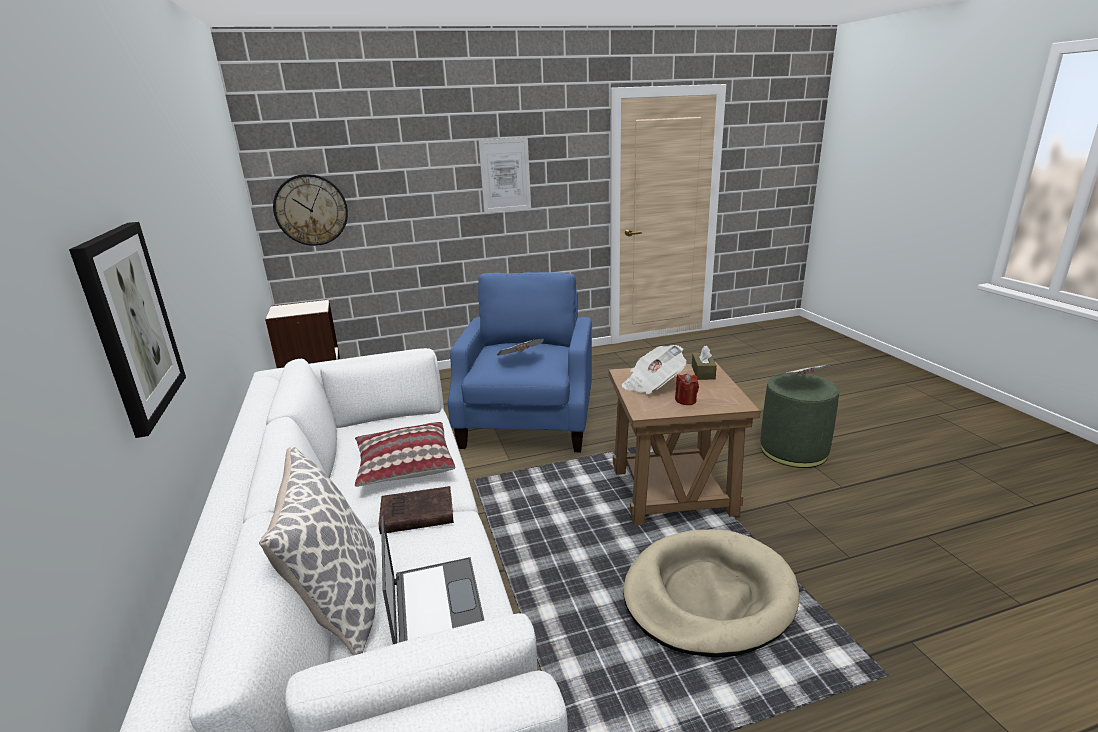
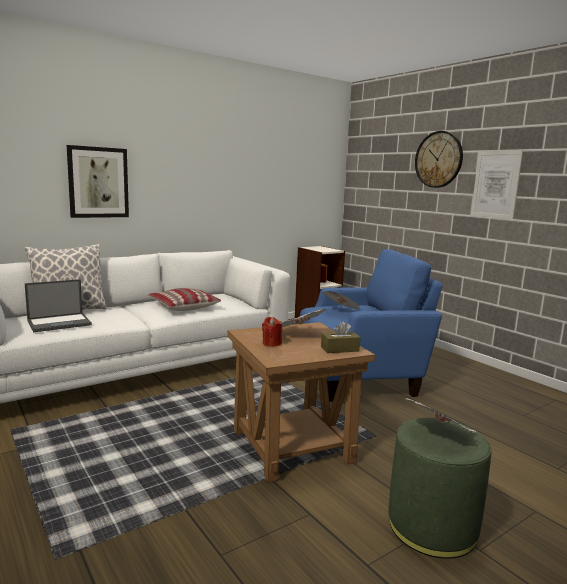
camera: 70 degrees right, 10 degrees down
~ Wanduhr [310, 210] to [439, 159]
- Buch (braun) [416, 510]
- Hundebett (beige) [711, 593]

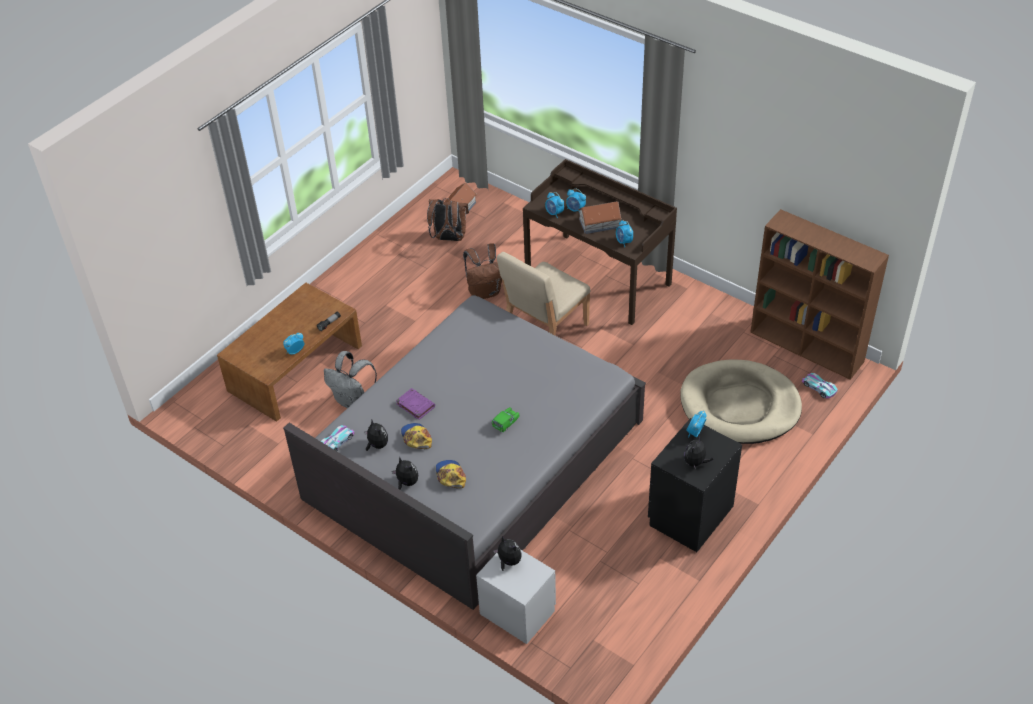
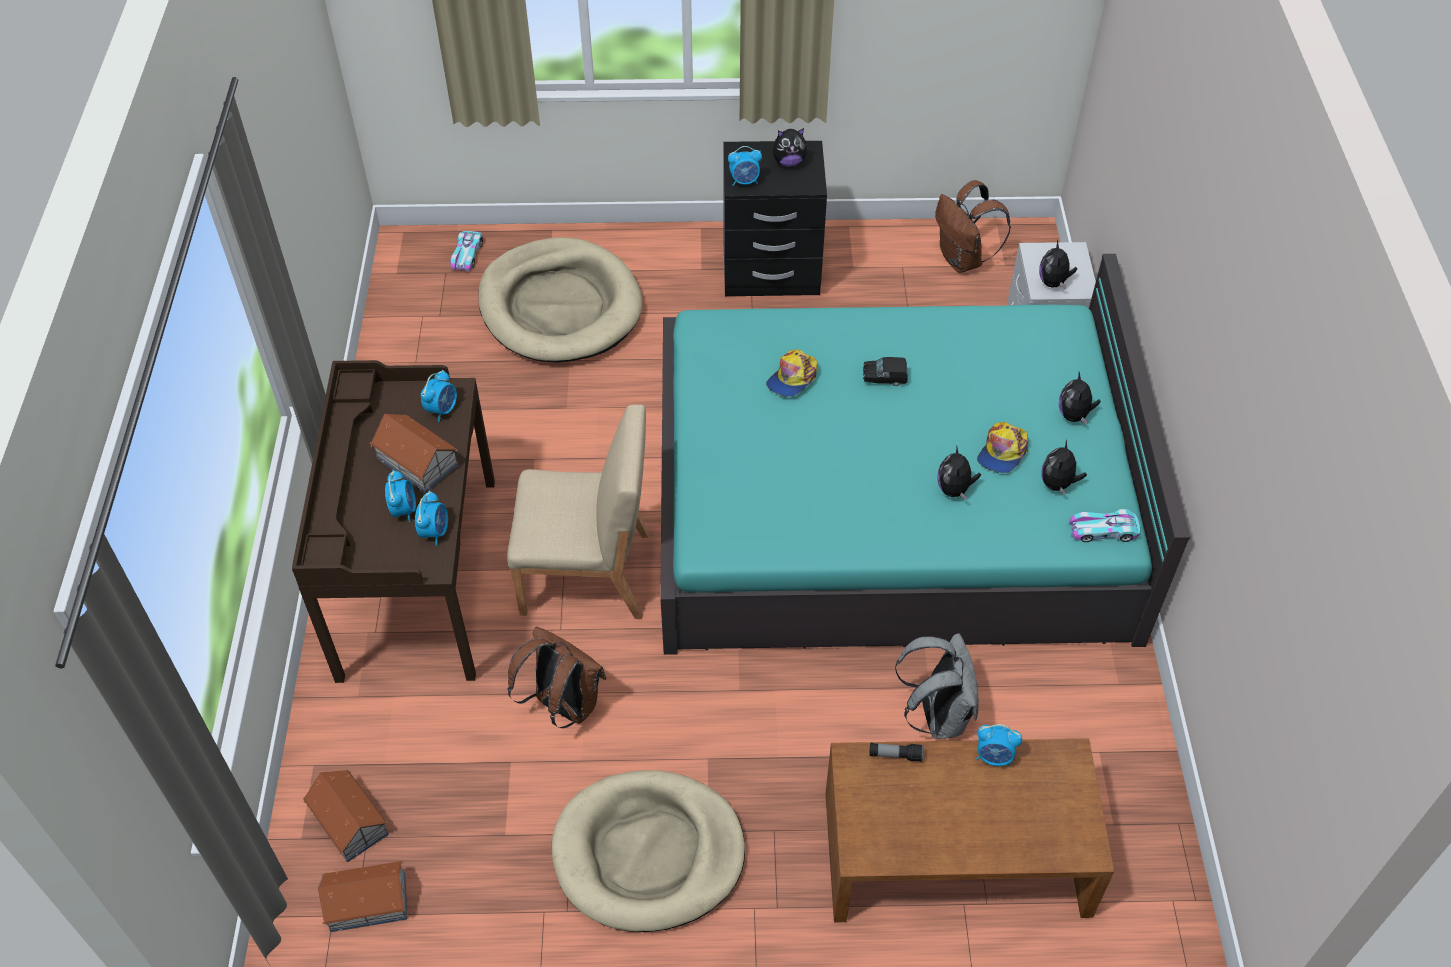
camera: 130 degrees left, 5 degrees up
~ Rucksack (braun) [448, 219] to [973, 226]
- Bücherregal (braun) [819, 294]
~ Bett (grau) [464, 452] to Bett (türkis) [925, 454]
~ Buch (lila) [415, 404] to Plüschtier [959, 472]
~ Spielzeugauto (grün) [506, 419] to Spielzeugauto (schwarz) [885, 371]
~ Kappe [451, 474] to [792, 373]
+ Spielzeughaus [346, 816]
+ Hundebett (beige) [648, 851]

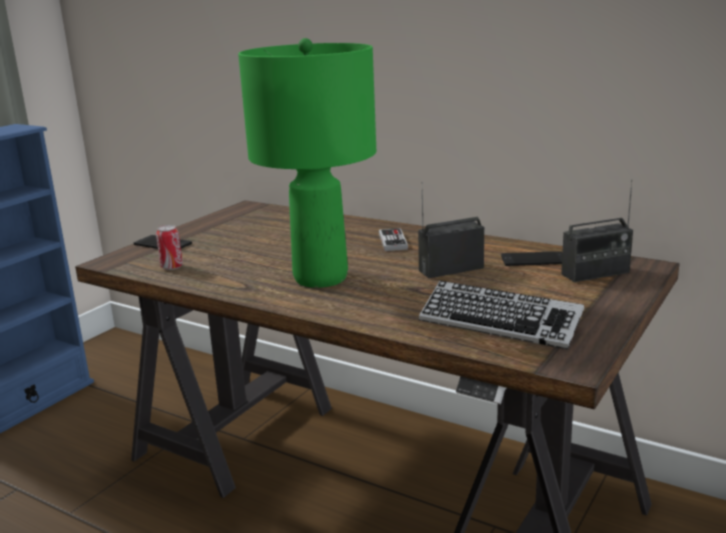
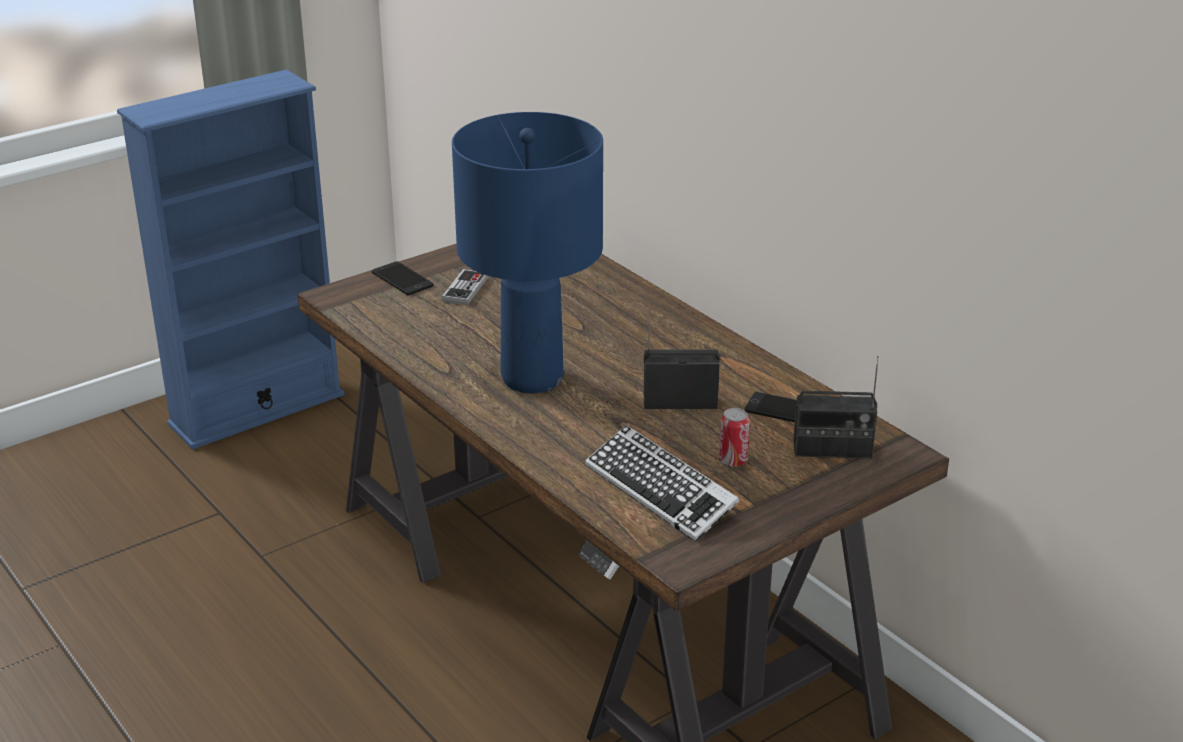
camera: 20 degrees right, 10 degrees up
~ Tischlampe (grün) [307, 163] to Tischlampe (blau) [527, 252]
~ Dose [169, 247] to [734, 437]
~ Gamepad [393, 239] to [465, 287]

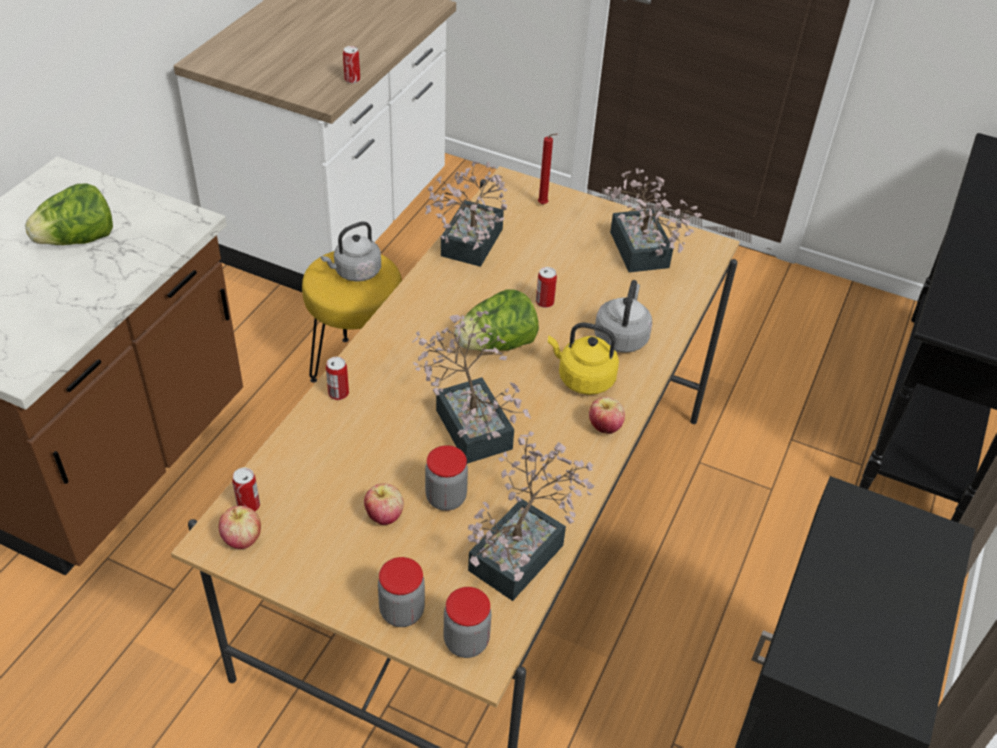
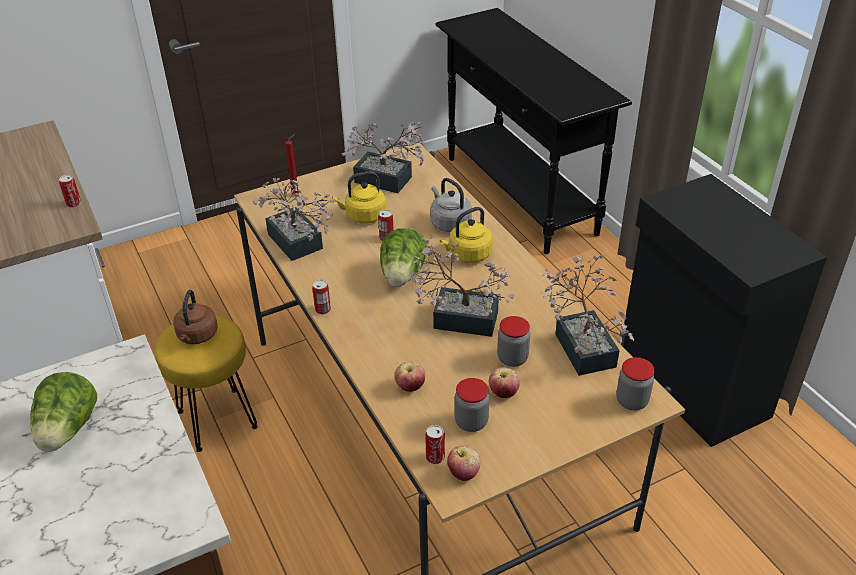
camera: 50 degrees left, 5 degrees down
~ Wasserkessel (grau) [351, 251] to Wasserkessel (braun) [195, 317]
~ Dose [337, 378] to [321, 297]
~ Apfel [607, 415] to [410, 377]
~ Vorratsglas [401, 592] to [472, 405]
+ Wasserkessel (gelb) [359, 197]

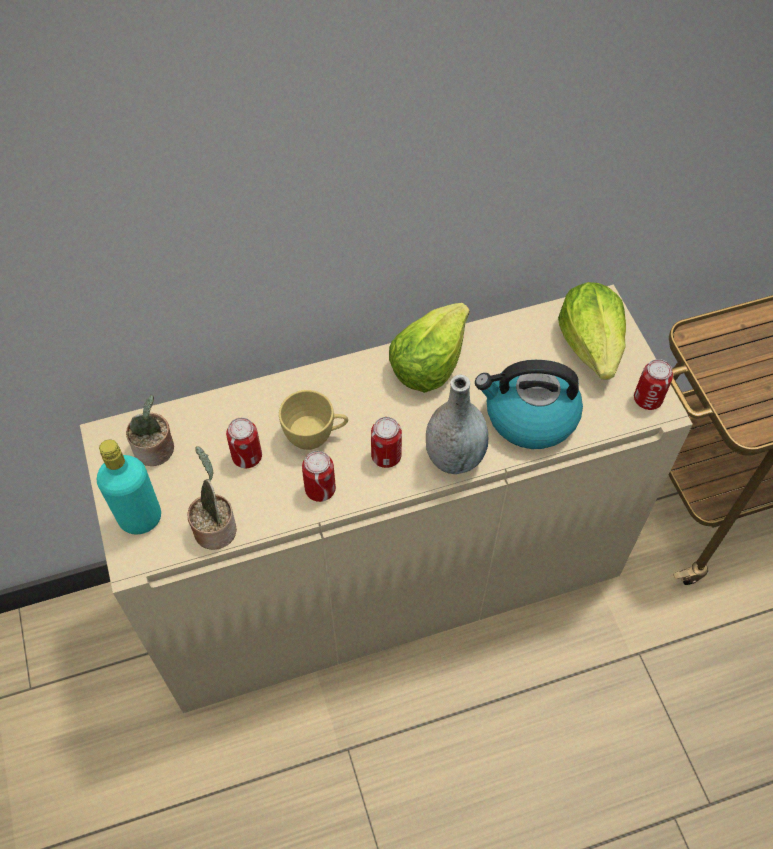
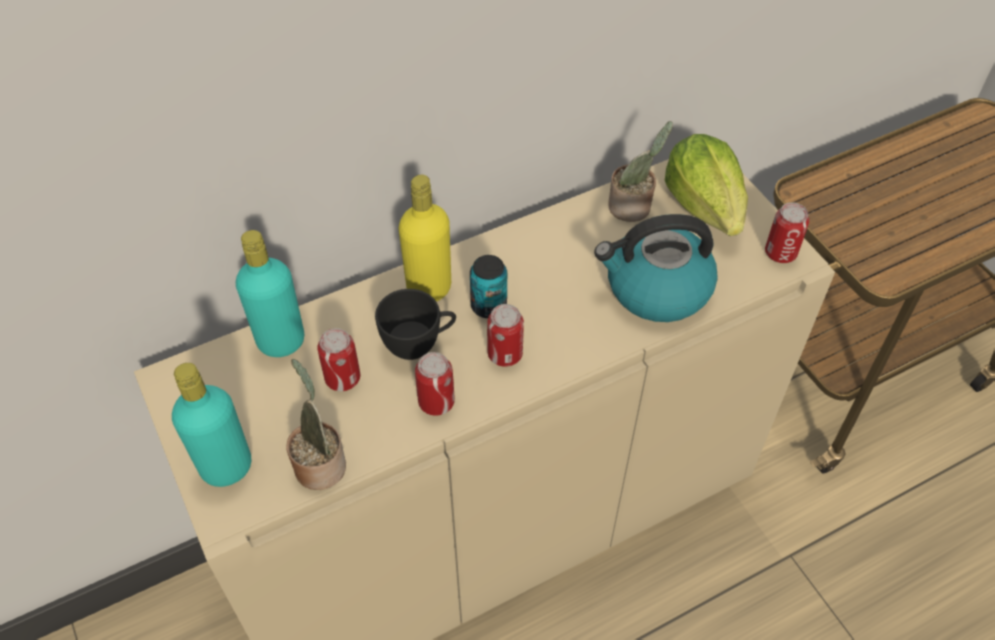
camera: 10 degrees left, 5 degrees down
- Salatkopf [429, 348]
- Vase (grau) [457, 424]
~ Tasse (gelb) [313, 420] to Tasse (schwarz) [415, 324]
~ Topfpflanze [150, 430] to [640, 171]
+ Flasche (gelb) [425, 238]
+ Flasche (türkis) [270, 293]
+ Dose [488, 286]

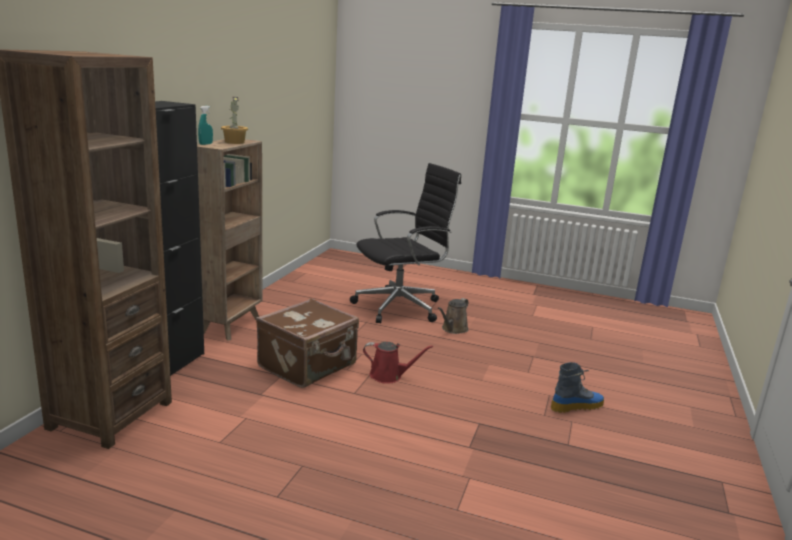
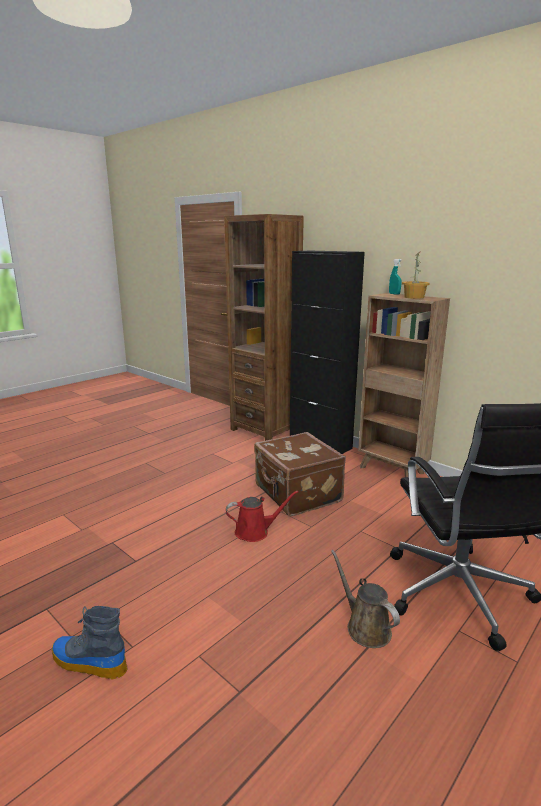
camera: 115 degrees right, 0 degrees up
~ Gießkanne (rot) [398, 363] = [262, 516] 135 degrees counterclockwise
~ Stiefel [577, 387] = [89, 642] 105 degrees clockwise

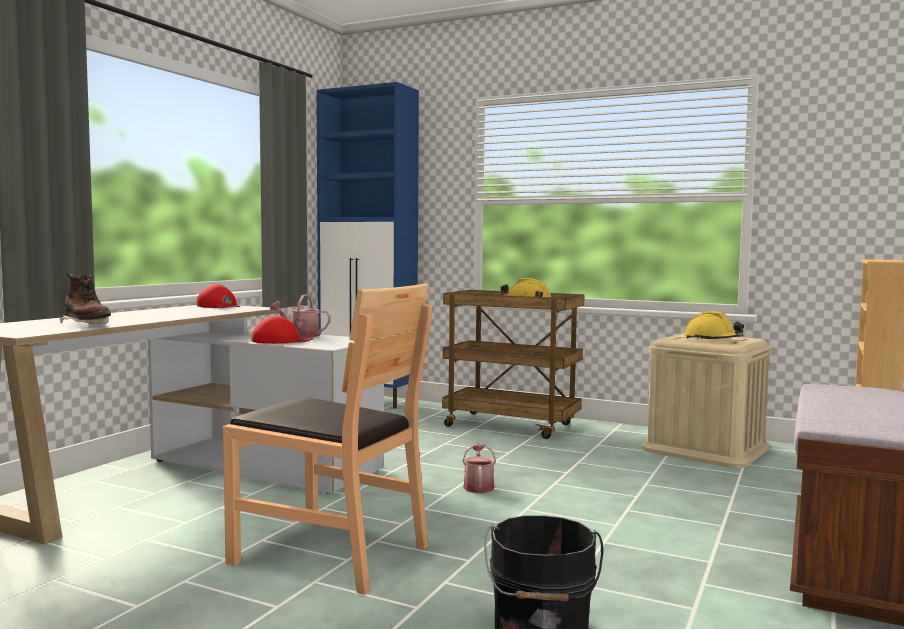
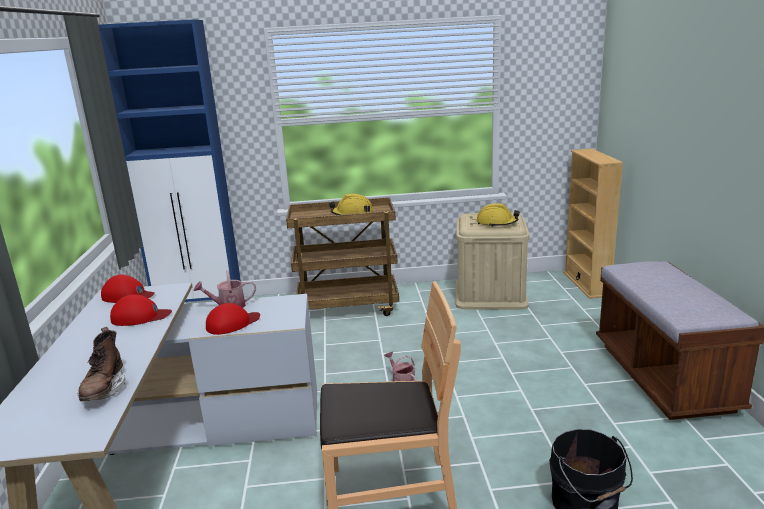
camera: 30 degrees left, 15 degrees up
~ Stiefel (braun) [85, 299] = [101, 364] 75 degrees clockwise
+ Kappe (rot) [141, 310]

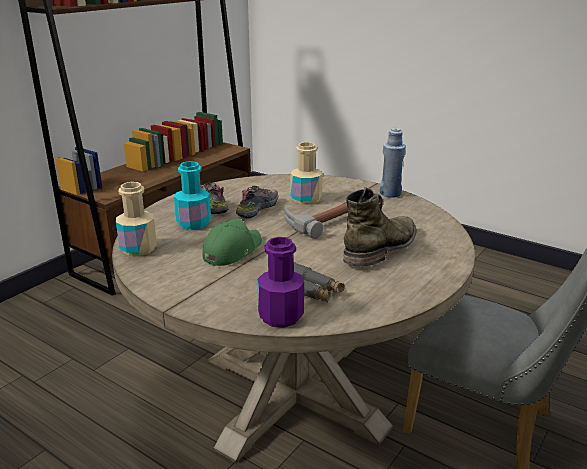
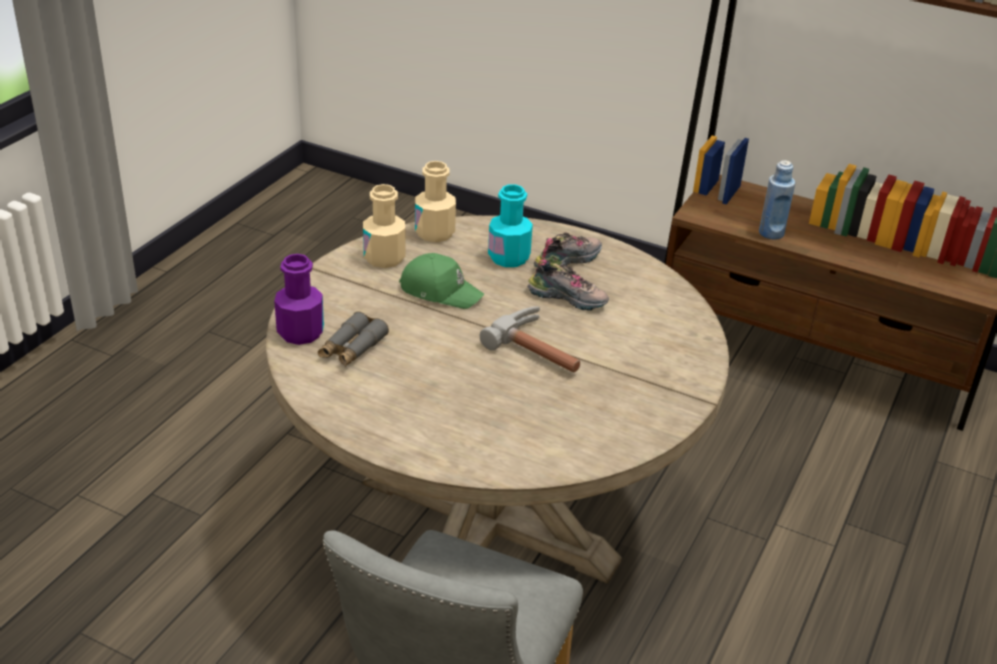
camera: 80 degrees right, 10 degrees up
~ Flasche (blau) [393, 163] to [777, 200]
~ Flasche (beige) [306, 173] to [384, 226]
- Stiefel (grün) [380, 226]

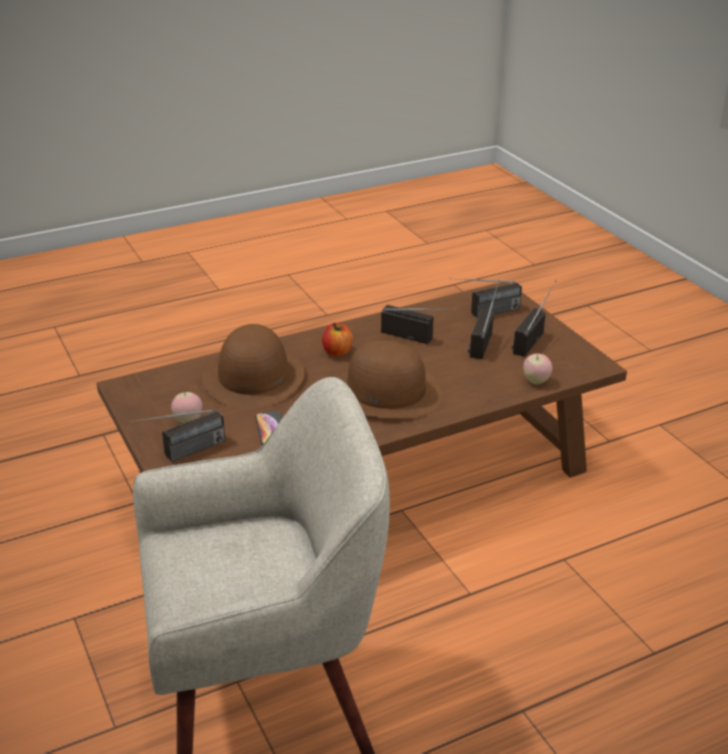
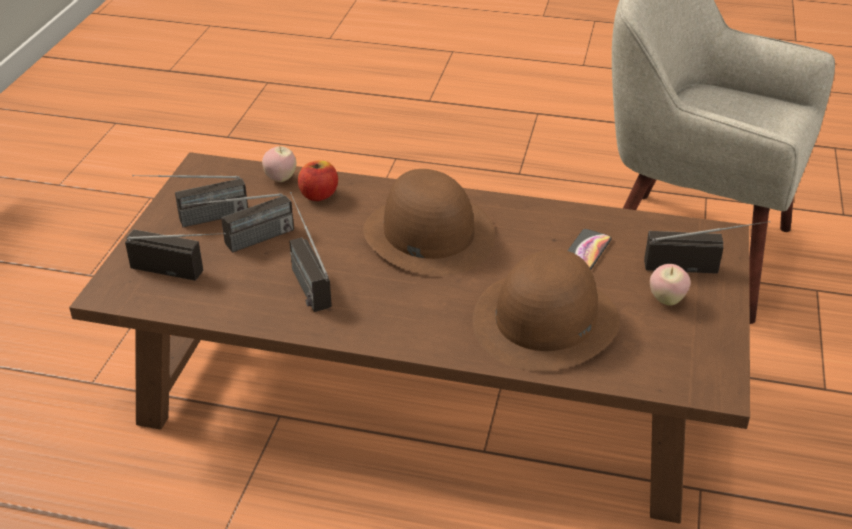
camera: 140 degrees left, 5 degrees up
~ Apfel [337, 339] to [318, 180]

